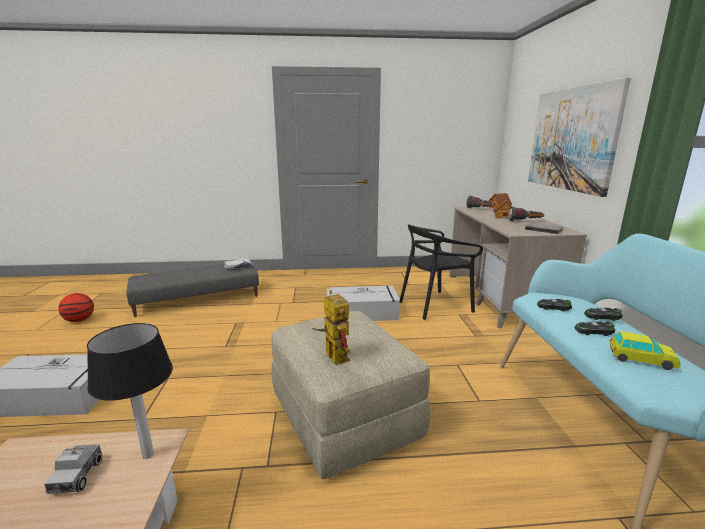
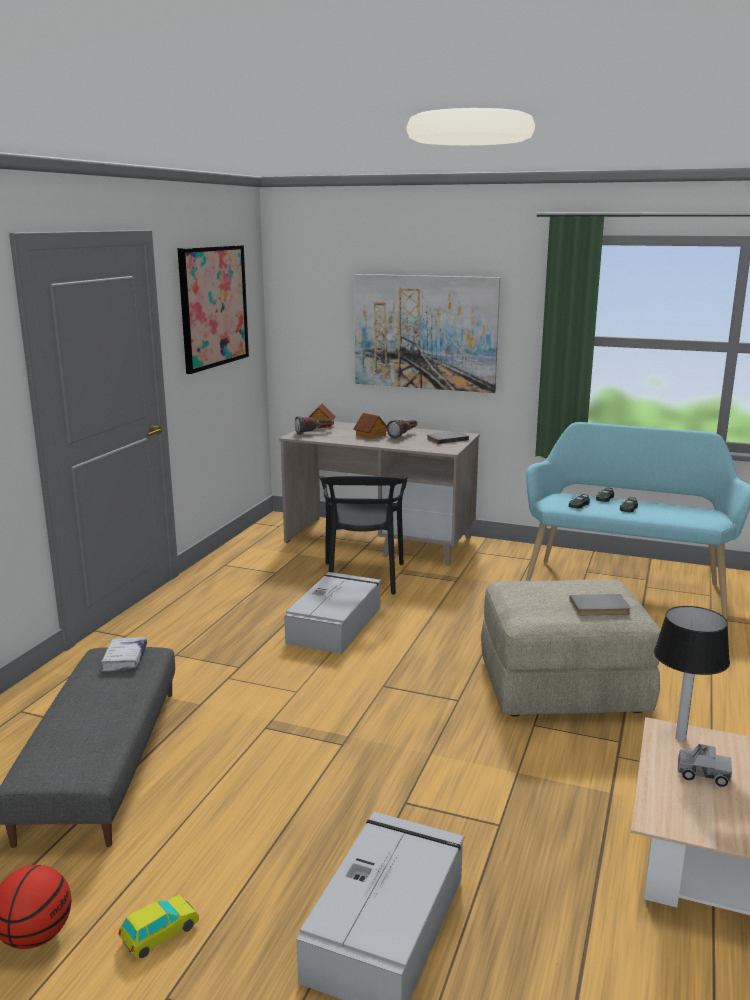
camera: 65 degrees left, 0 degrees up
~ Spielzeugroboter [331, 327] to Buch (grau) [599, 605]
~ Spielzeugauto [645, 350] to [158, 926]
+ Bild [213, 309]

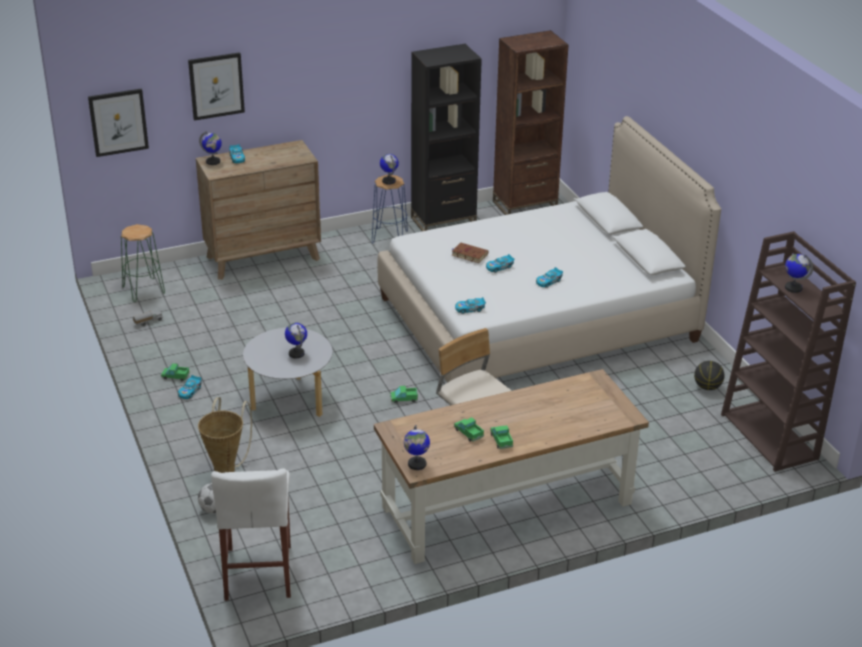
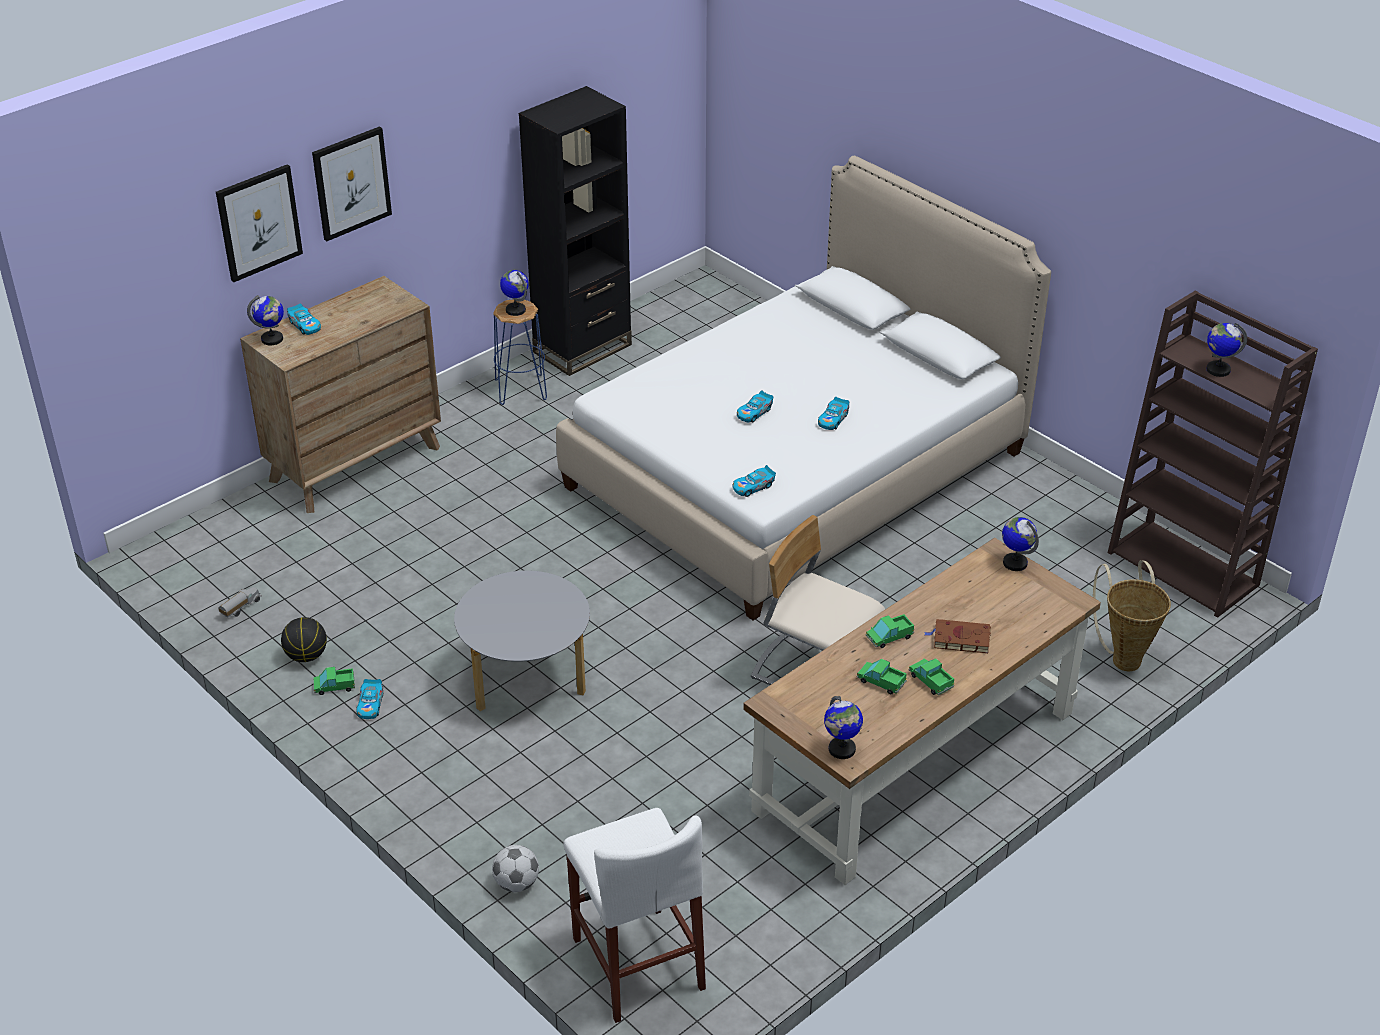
camera: 20 degrees left, 5 degrees up
- Bücherregal (braun) [531, 122]
~ Bild [118, 122] to [352, 183]
- Hocker (grün) [143, 263]
~ Buch (braun) [469, 253] to [957, 636]
~ Globus [296, 340] to [1020, 544]
~ Basketball [709, 375] to [304, 639]
~ Spielzeuglaster [404, 394] to [890, 631]
~ Korb [225, 435] to [1132, 615]

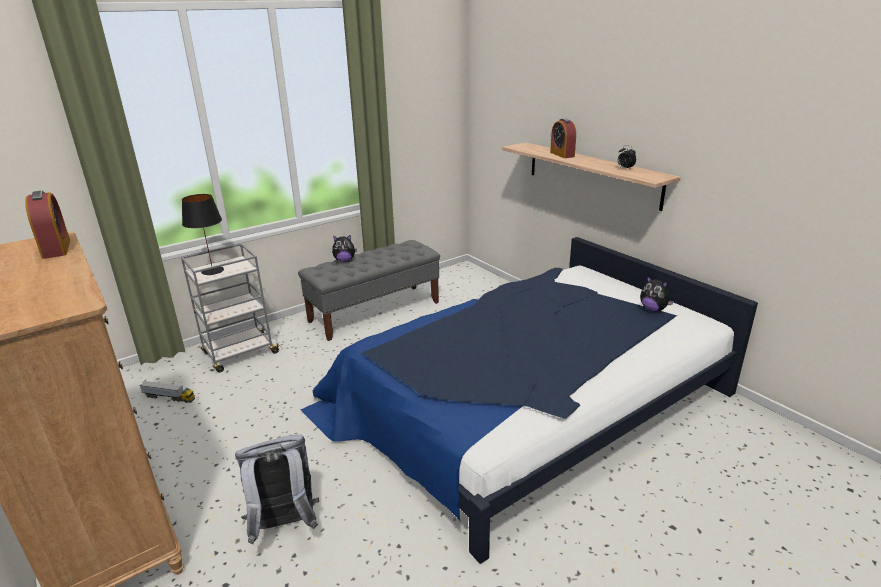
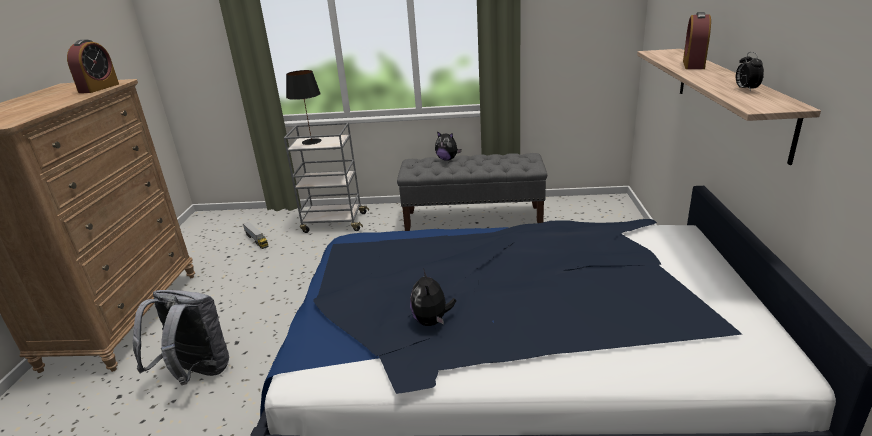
camera: 40 degrees right, 0 degrees up
~ Plüschtier [657, 293] to [433, 297]

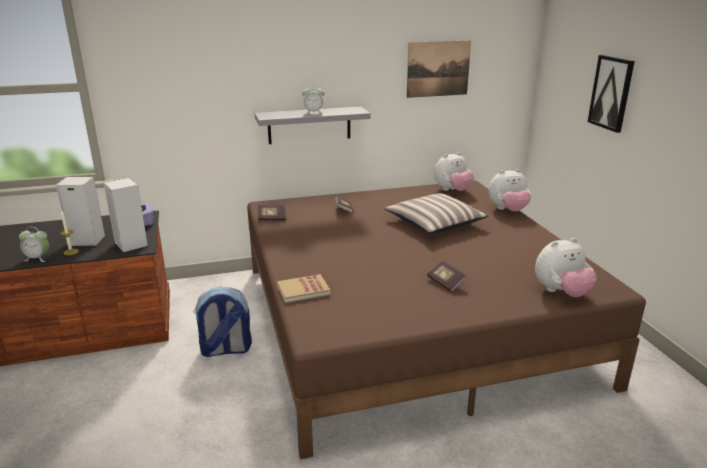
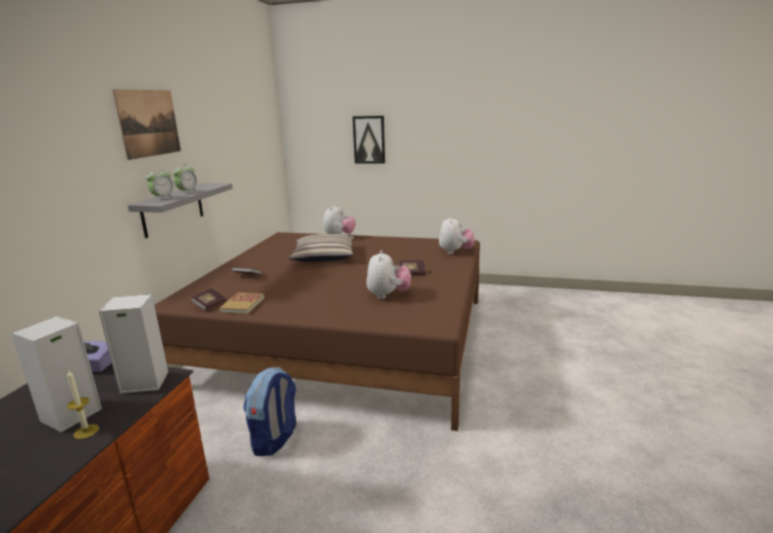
camera: 60 degrees left, 5 degrees down
~ Bild [438, 69] to [147, 125]
~ Plüschtier [454, 171] to [389, 274]
~ Wecker [34, 244] to [161, 184]
~ Buch [303, 288] to [241, 303]

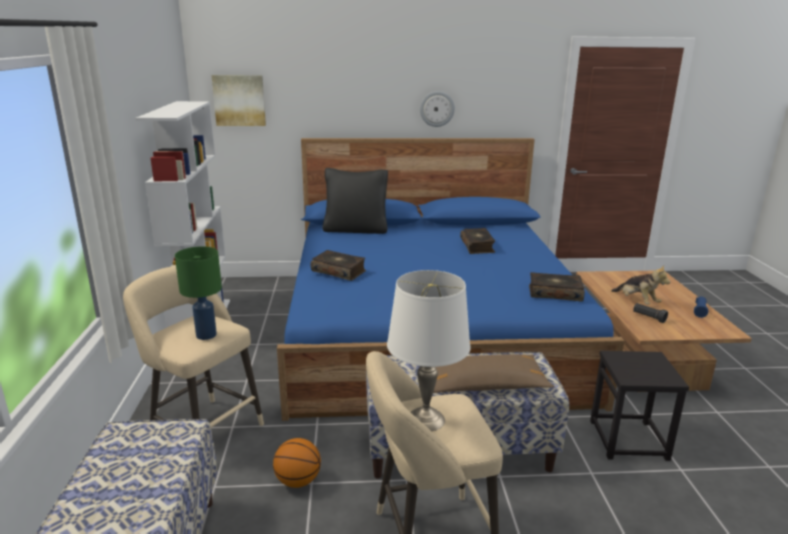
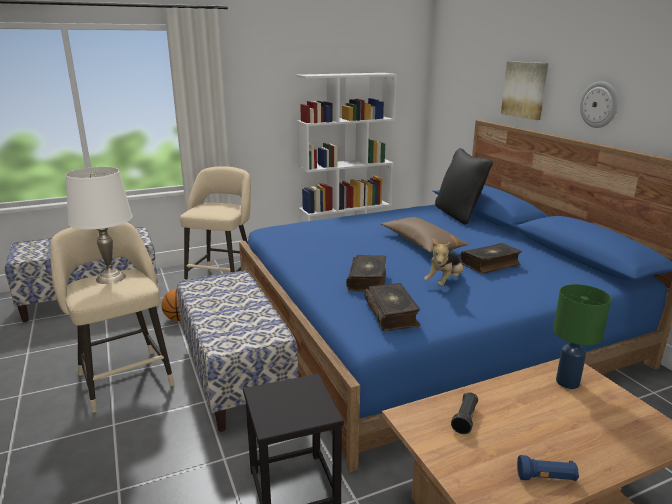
camera: 70 degrees right, 0 degrees up
~ Bild [238, 100] to [524, 90]
~ Tischlampe (grün) [198, 293] to [582, 336]
~ Buch [338, 265] to [366, 273]
~ Plüschtier [640, 285] to [443, 264]
~ Kissen (braun) [493, 373] to [425, 235]

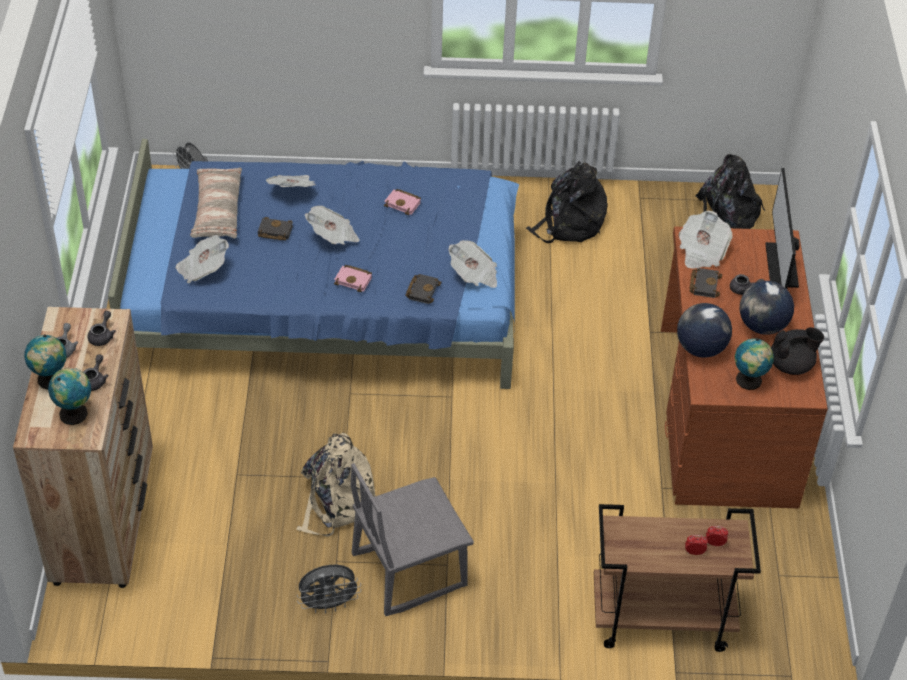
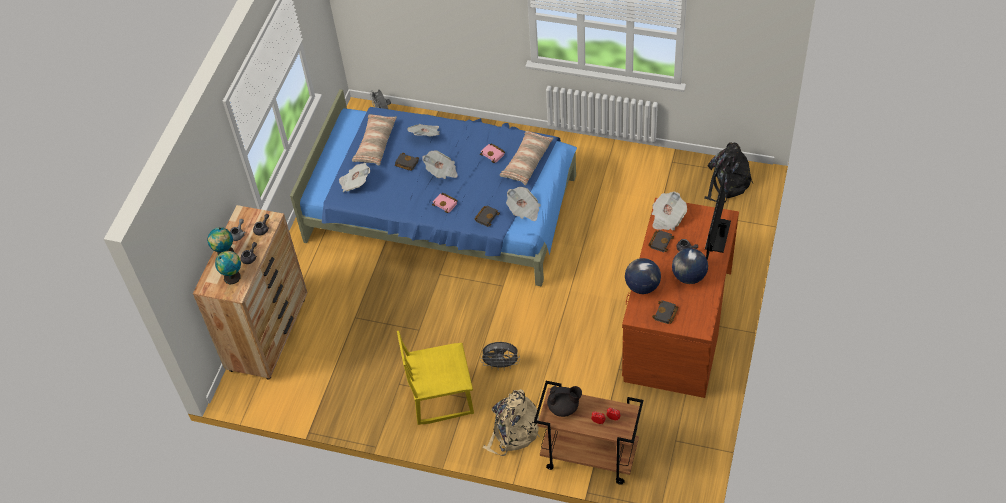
camera: 20 degrees right, 5 degrees up
- Rucksack (schwarz) [567, 202]
~ Teekanne (schwarz) [797, 351] to [564, 401]
~ Globus [754, 364] to Buch (schwarz) [665, 312]
~ Rucksack (beige) [336, 485] to [511, 422]
~ Stuhl (grau) [412, 539] to Stuhl (gelb) [435, 378]
~ Ventilator (grau) [329, 589] to [500, 356]
+ Kissen [527, 158]

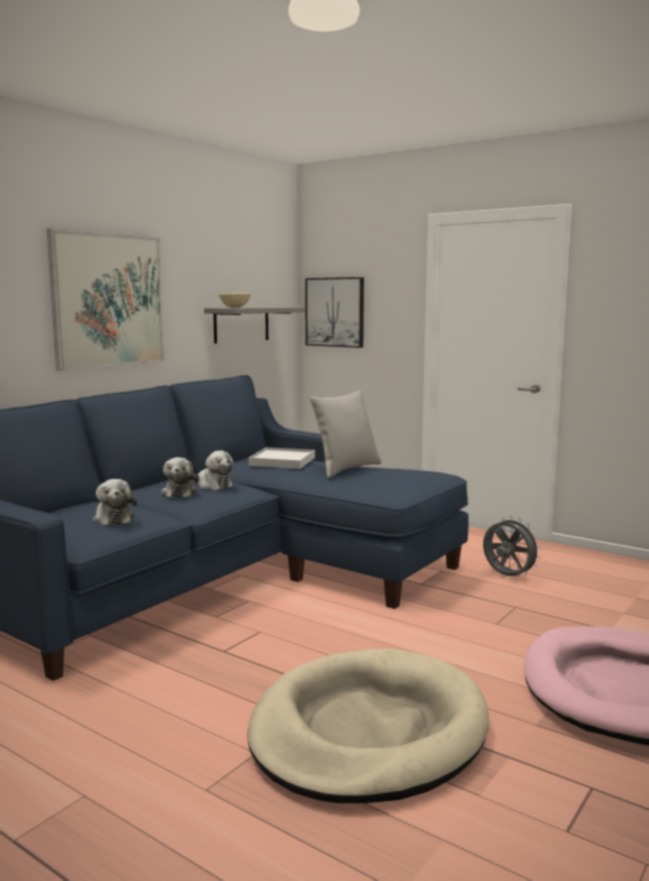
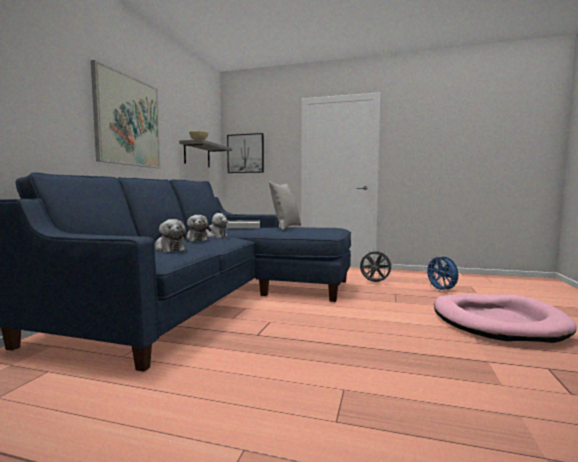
camera: 20 degrees left, 5 degrees down
- Hundebett (beige) [368, 725]
+ Ventilator (blau) [441, 273]

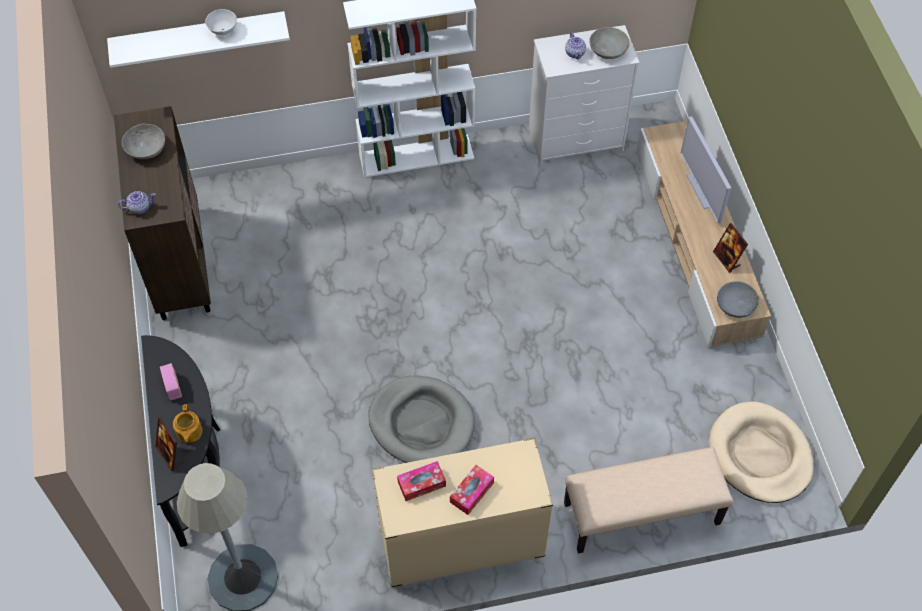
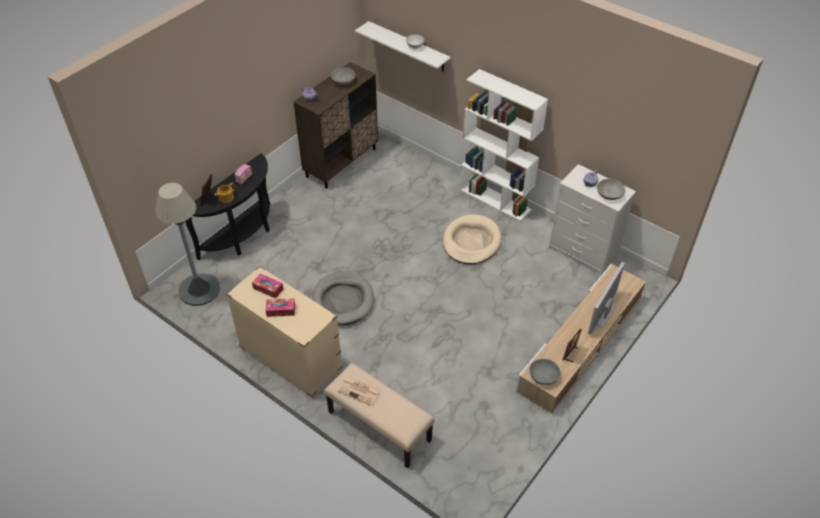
camera: 50 degrees right, 10 degrees down
~ Hundebett (beige) [761, 452] to [472, 239]
+ Zeitung [359, 391]

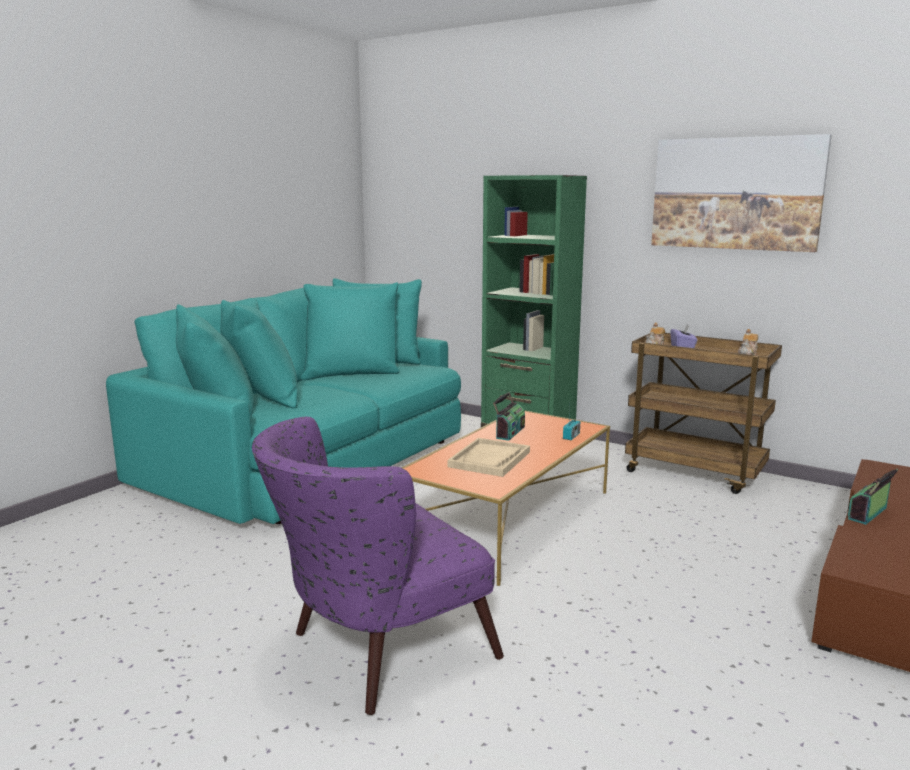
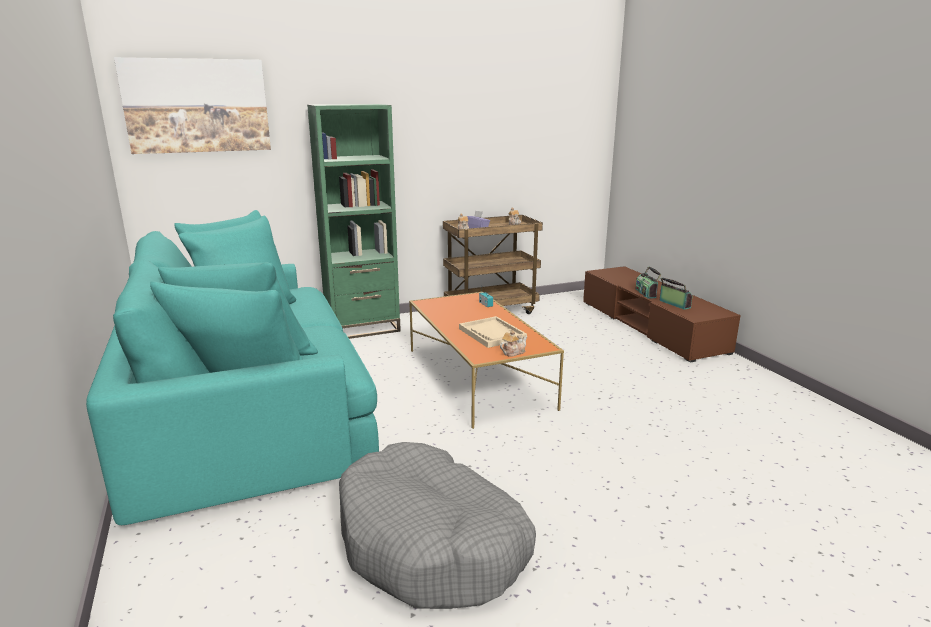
camera: 55 degrees left, 5 degrees up
~ Bild [741, 193] to [192, 105]
~ Radio [509, 416] to [676, 293]
- Sessel (lila) [378, 566]
+ Teekanne [513, 343]
+ Hundebett (grau) [437, 525]

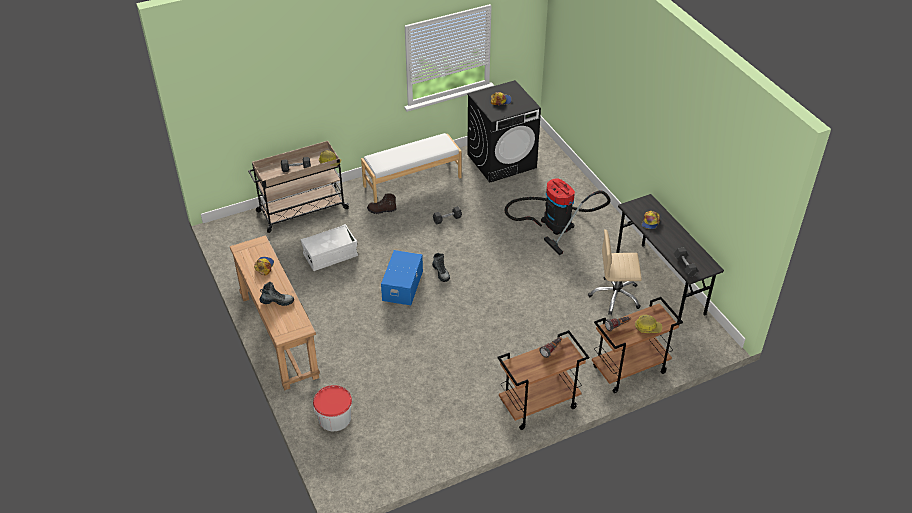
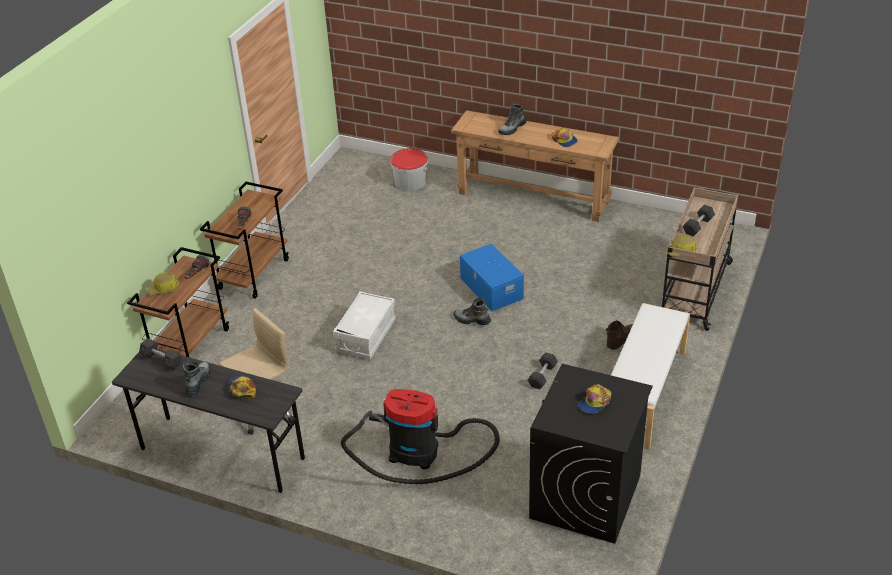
camera: 140 degrees right, 5 degrees down
~ Aufbewahrungsbox (weiß) [329, 247] to [364, 325]
+ Stiefel [197, 377]

